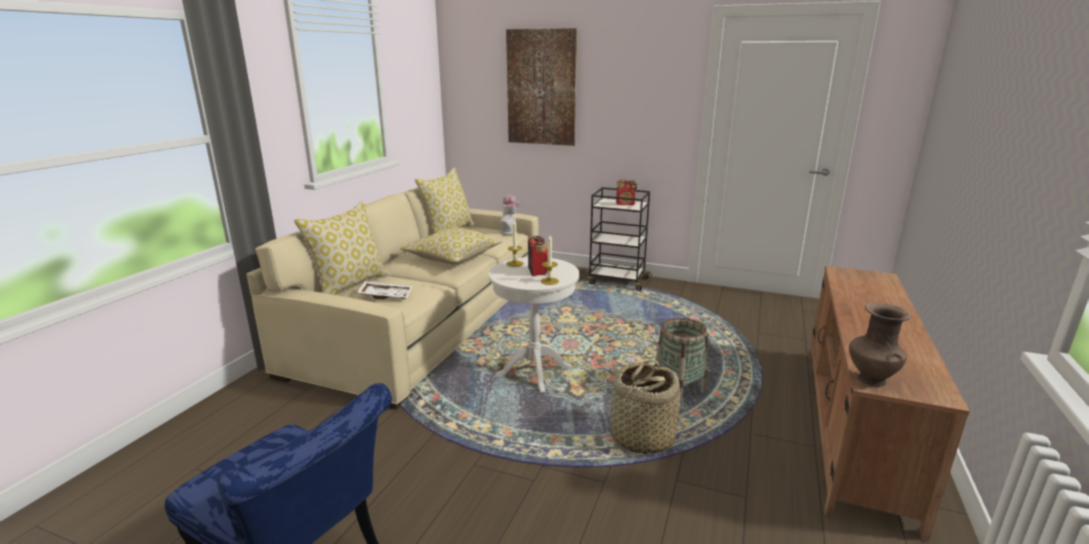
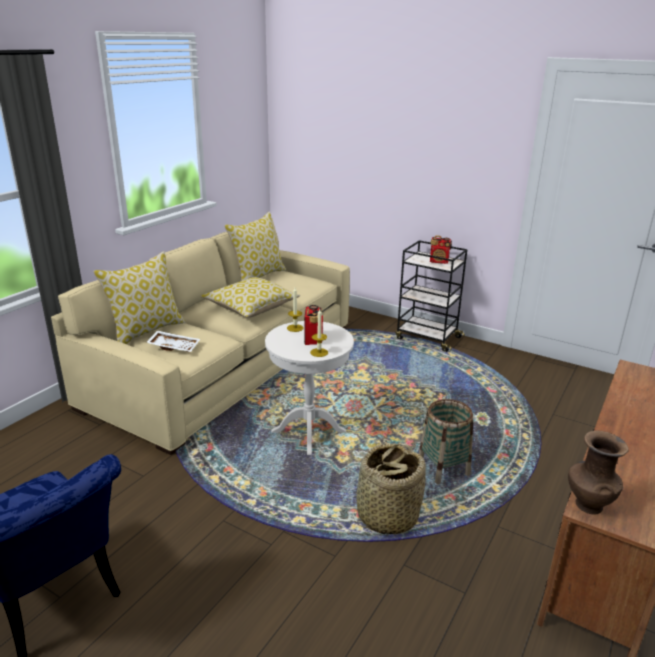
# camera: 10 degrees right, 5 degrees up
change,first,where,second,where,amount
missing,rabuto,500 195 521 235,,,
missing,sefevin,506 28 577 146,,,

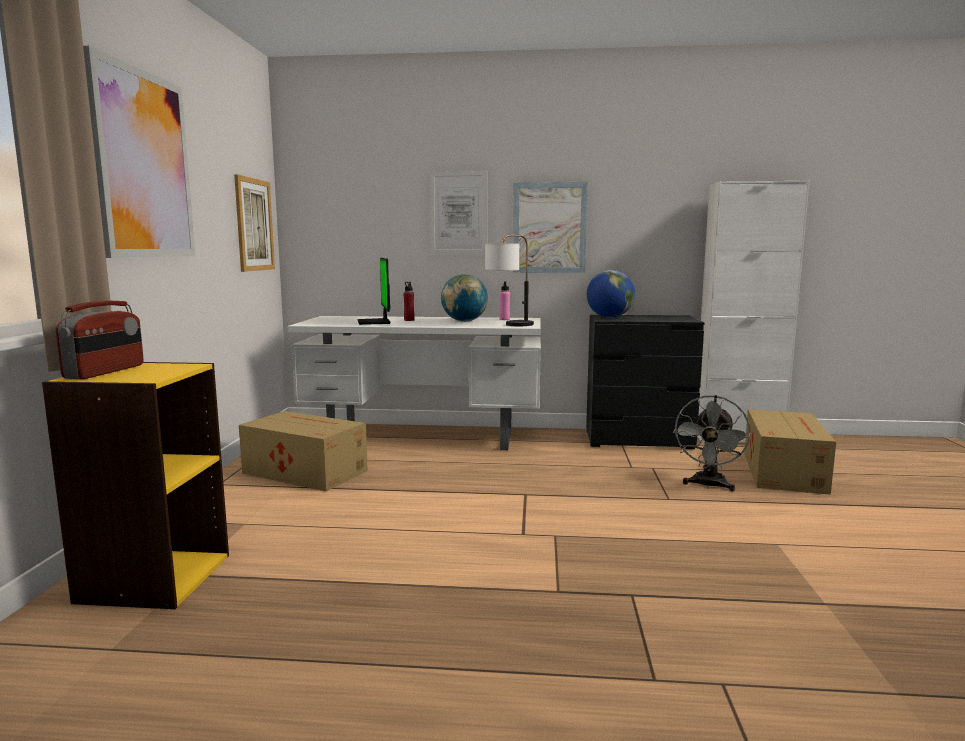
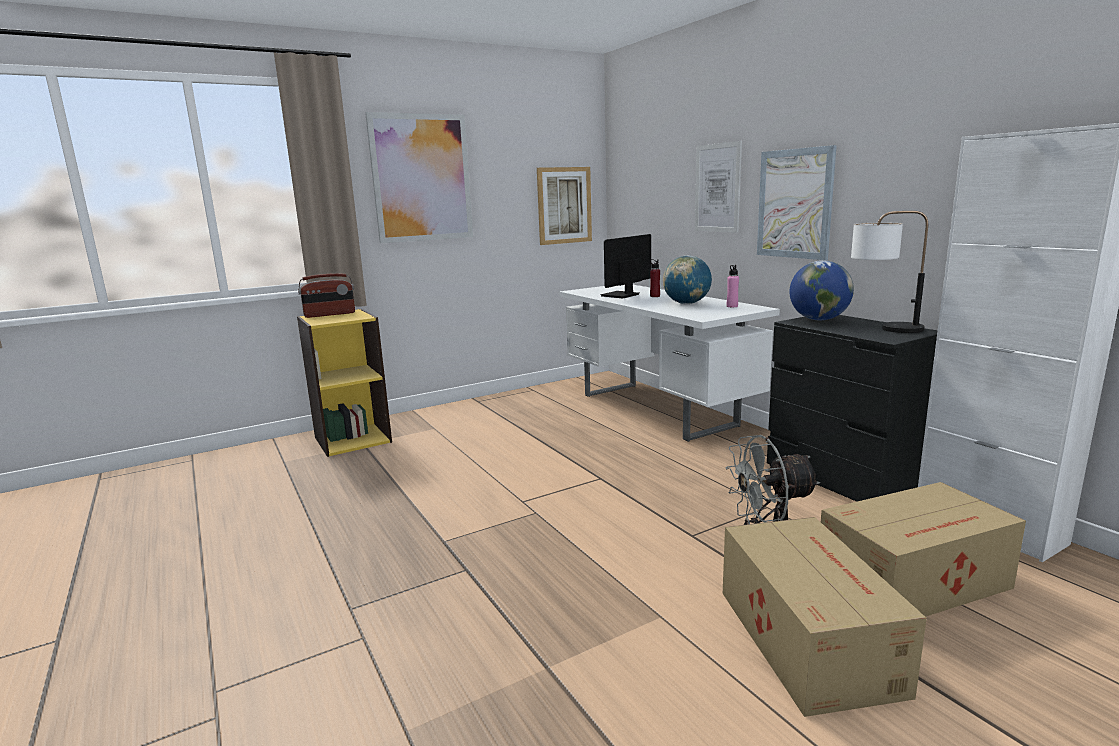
# camera: 55 degrees right, 5 degrees up
change,first,where,second,where,amount
relocated,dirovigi,239 411 368 491,,723 517 927 717,
relocated,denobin,485 234 534 326,,851 211 928 333,

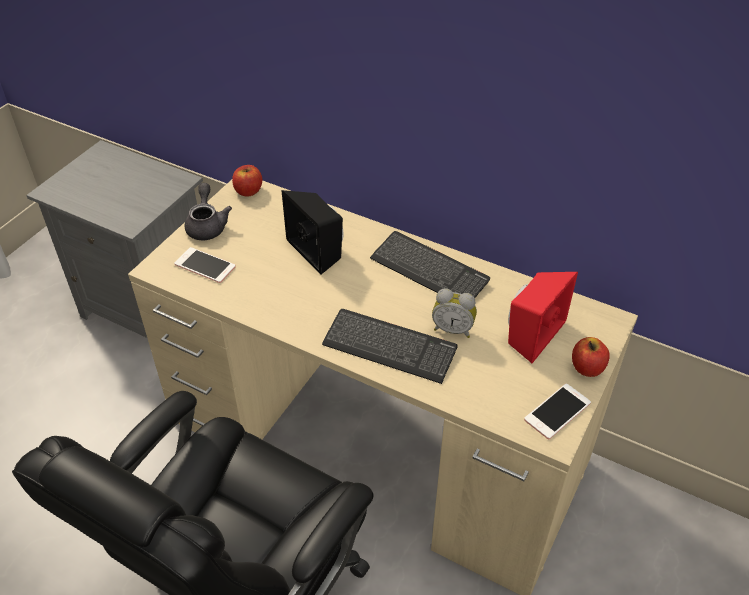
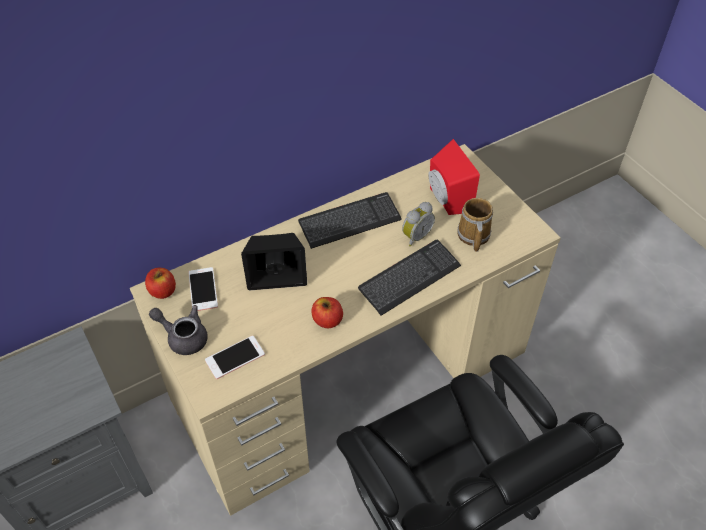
# camera: 60 degrees left, 5 degrees up
change,first,where,second,where,amount
appeared,,,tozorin,457 198 493 252,
relocated,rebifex,524 384 591 439,,188 267 218 311,
relocated,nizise,572 337 610 377,,311 297 343 328,

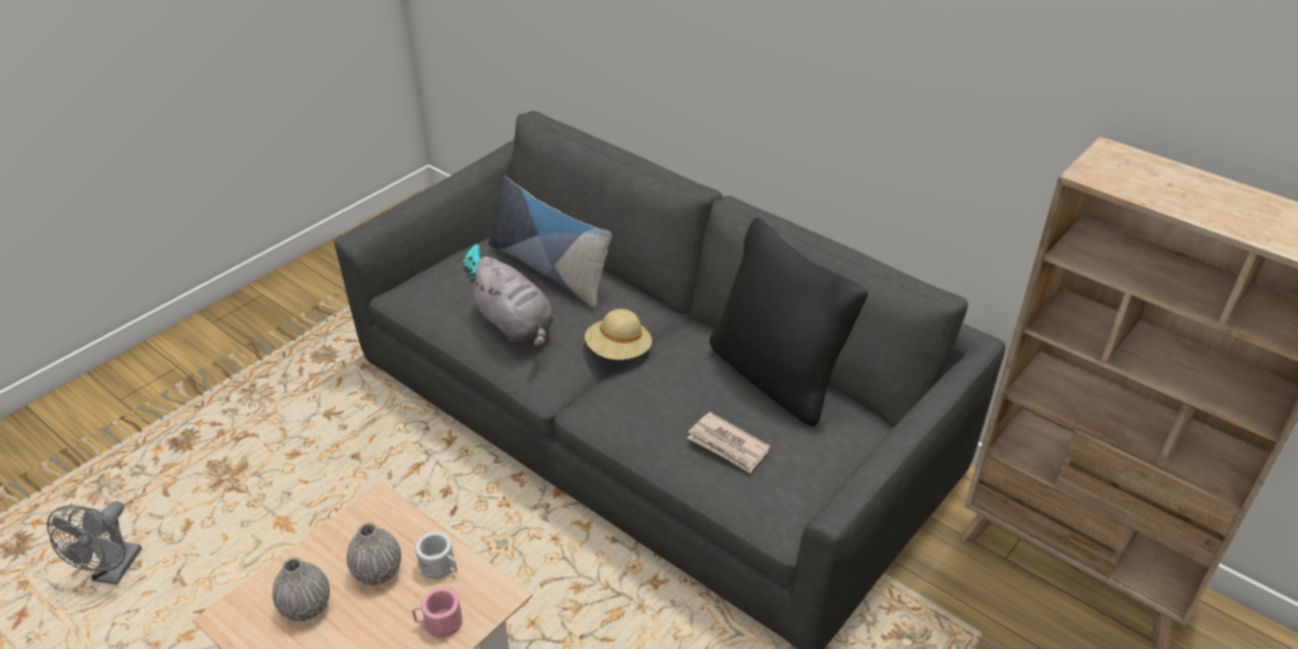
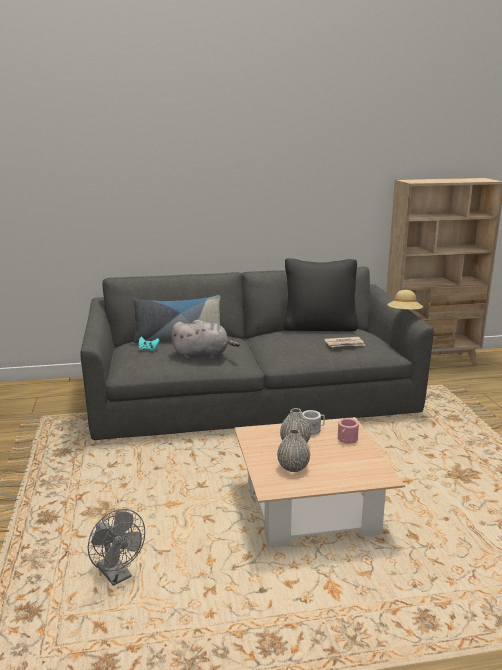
# camera: 50 degrees left, 20 degrees down
change,first,where,second,where,amount
relocated,beige_rabuto,585 309 652 360,,388 290 423 310,

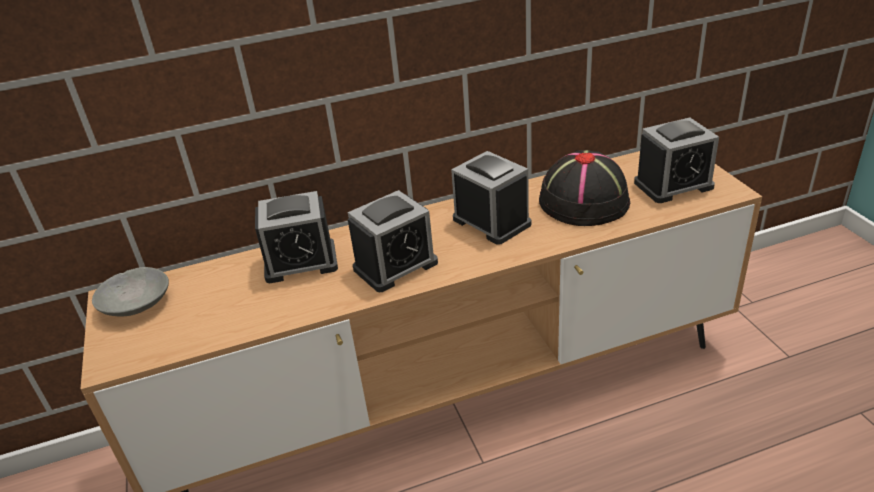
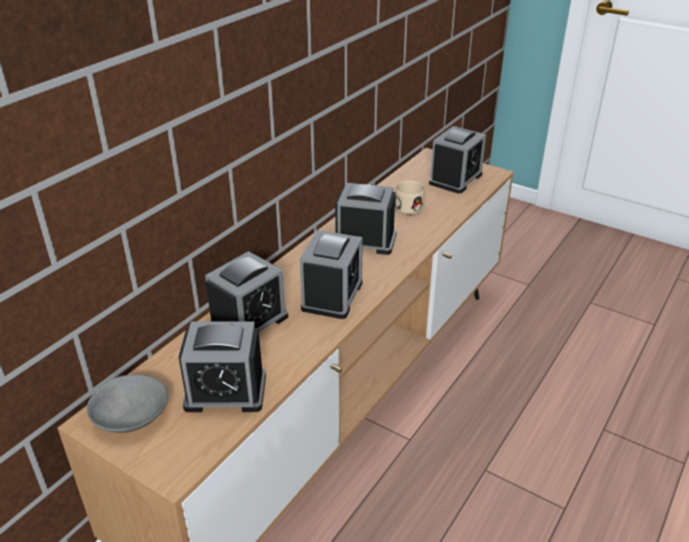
# camera: 40 degrees left, 0 degrees up
change,first,where,second,where,amount
appeared,,,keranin,179 321 266 412,
exchanged,black_rabuto,539 150 630 226,beige_tozorin,395 180 425 215,

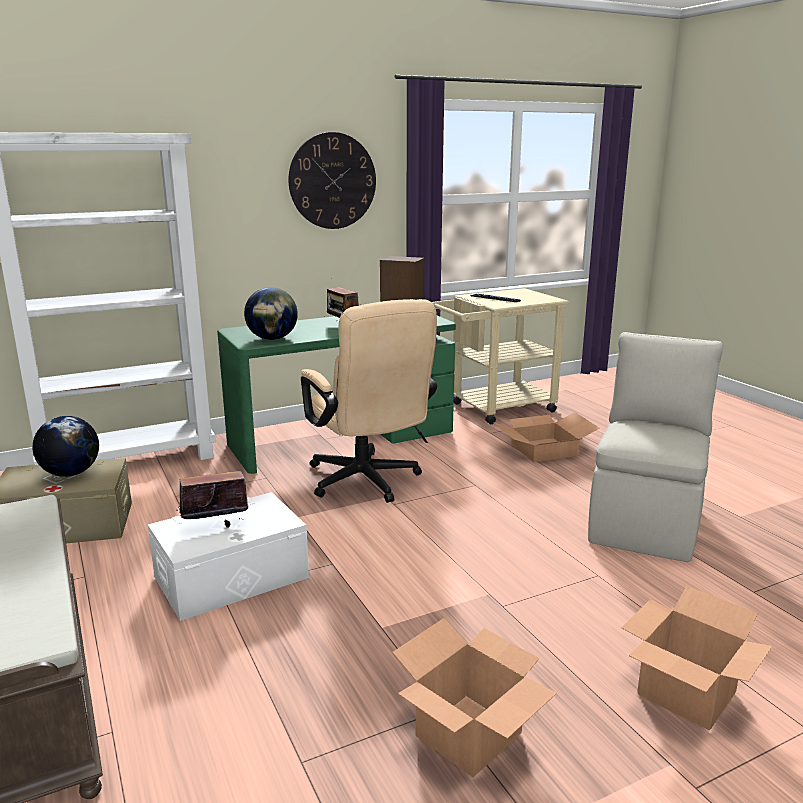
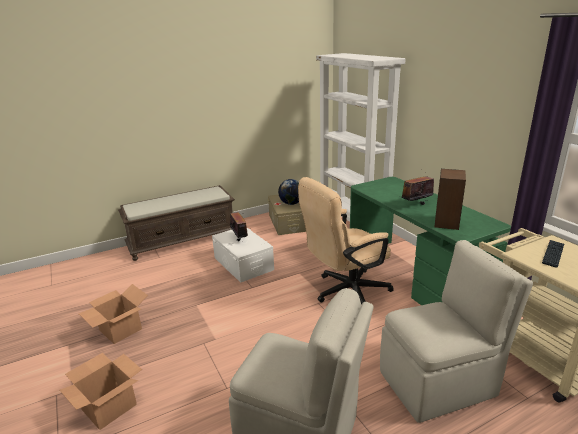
# camera: 90 degrees right, 5 degrees up
change,first,where,second,where,amount
missing,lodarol,244 287 298 340,,,
missing,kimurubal,288 132 376 229,,,
exchanged,dirovigi,493 412 599 462,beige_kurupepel,380 240 533 423,

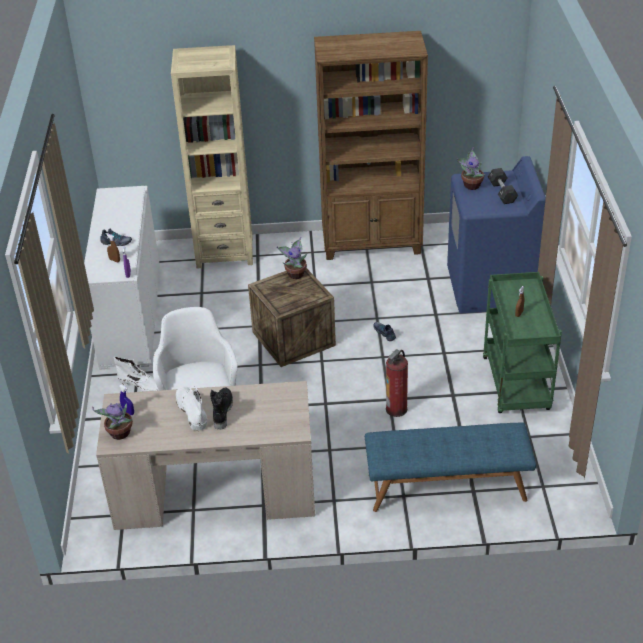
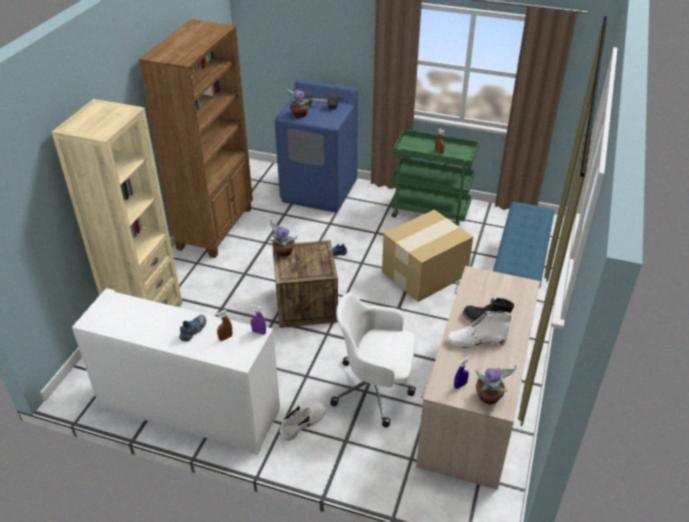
# camera: 70 degrees left, 0 degrees up
change,first,where,second,where,amount
exchanged,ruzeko,386 349 408 417,dirovigi,382 210 473 302,

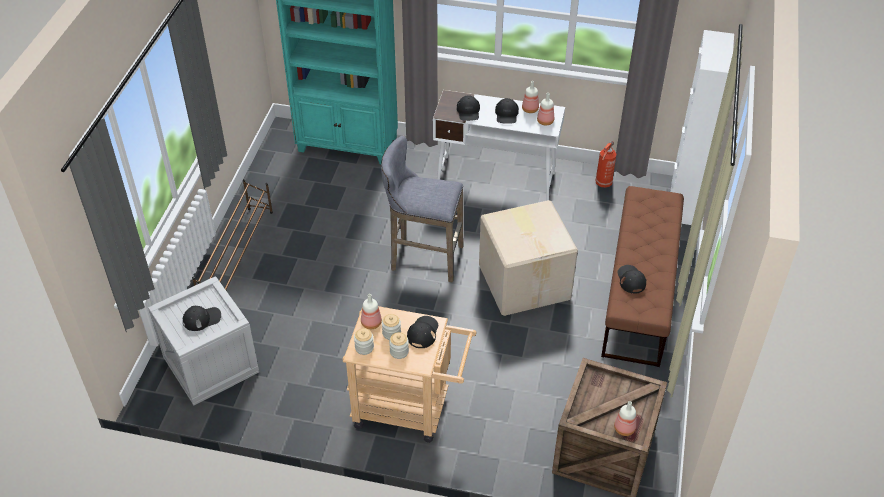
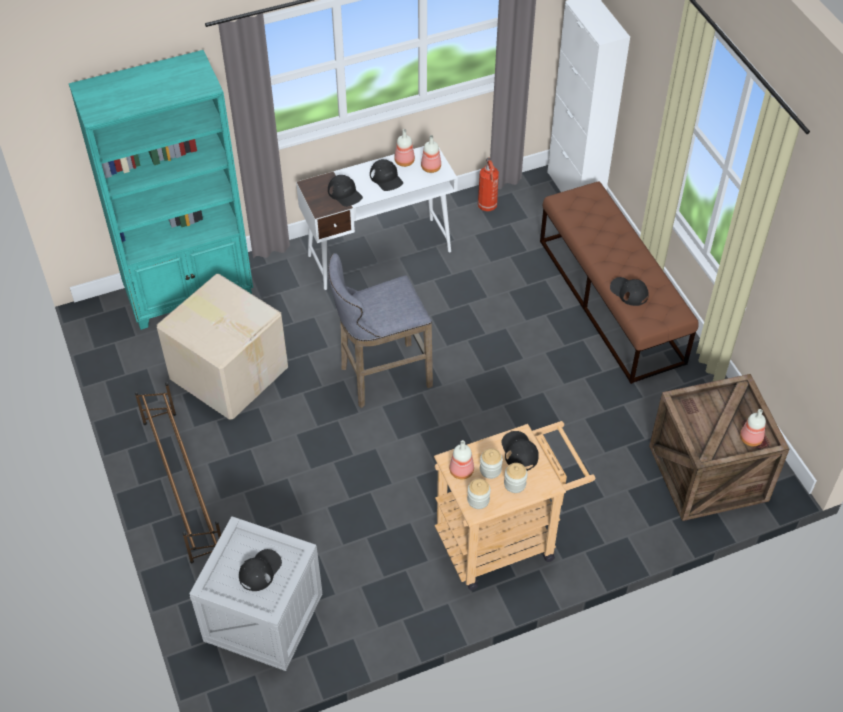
# camera: 35 degrees left, 5 degrees up
change,first,where,second,where,amount
relocated,dirovigi,479 200 578 316,,157 274 288 420,

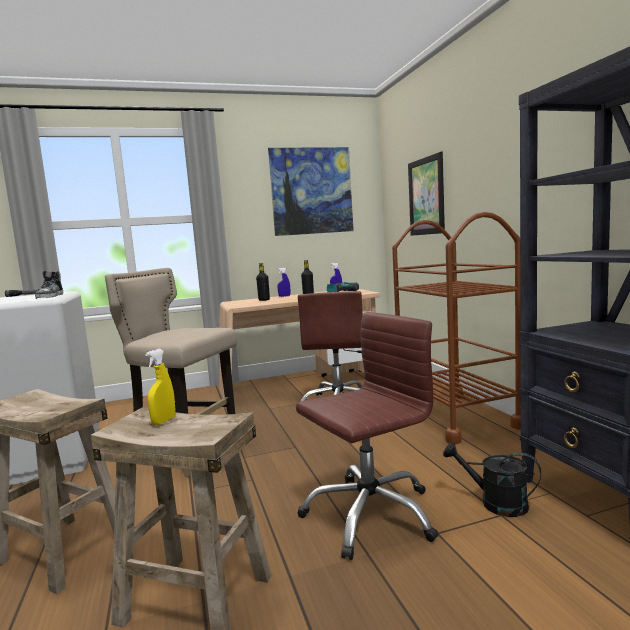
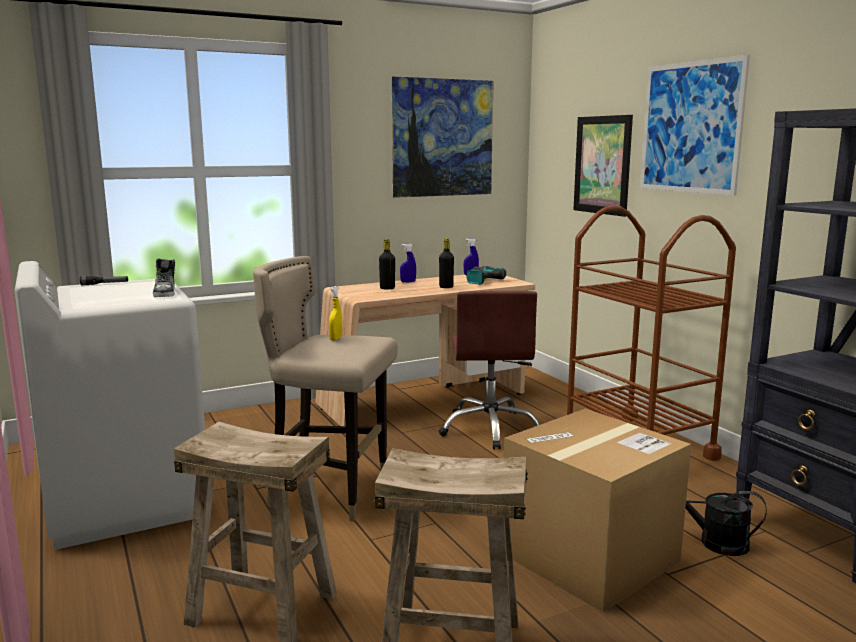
# camera: 10 degrees left, 5 degrees up
change,first,where,second,where,amount
appeared,,,sefevin,640 55 750 196,
relocated,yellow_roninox,145 349 175 425,,329 286 342 341,
exchanged,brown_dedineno,296 312 438 560,dirovigi,504 409 691 612,

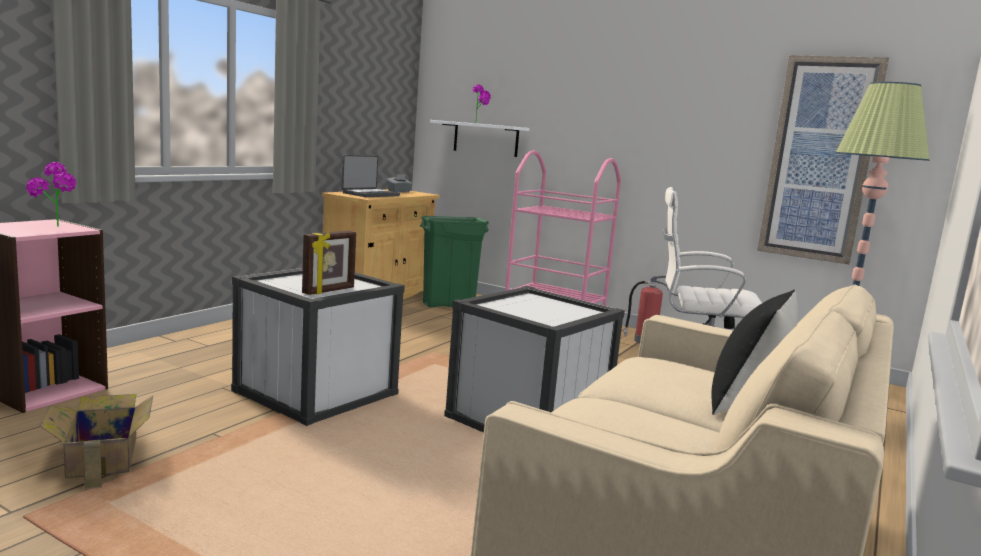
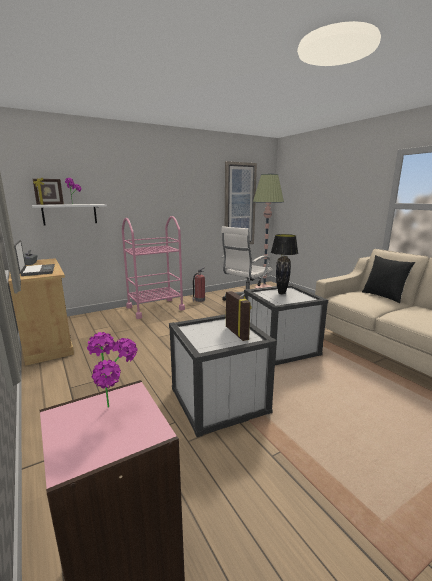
# camera: 60 degrees left, 5 degrees up
change,first,where,second,where,amount
missing,dirovigi,39 394 153 491,,,
missing,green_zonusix,420 216 489 307,,,
appeared,,,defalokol,33 178 64 205,
appeared,,,black_denobin,271 234 298 294,

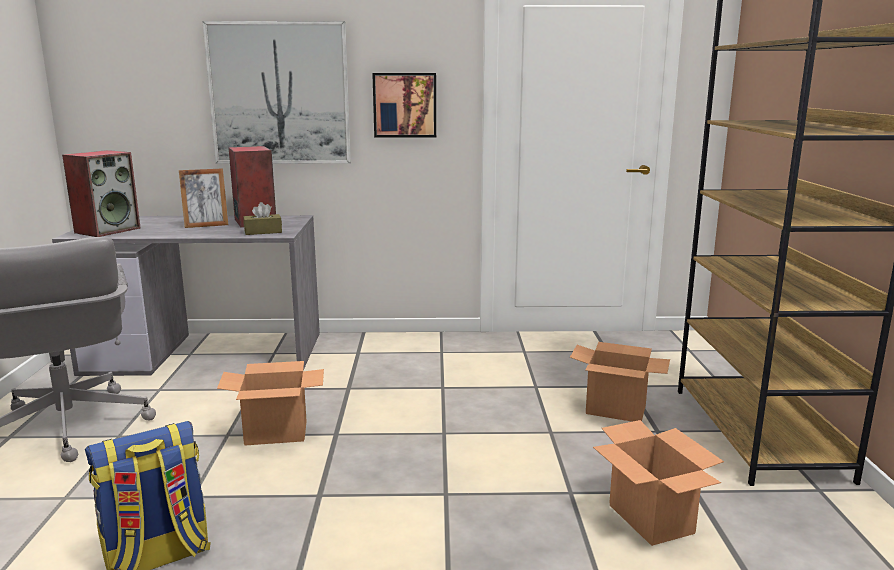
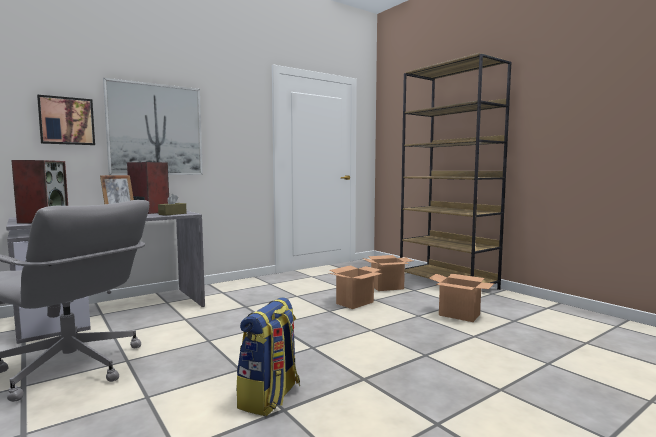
# camera: 35 degrees left, 10 degrees down
change,first,where,second,where,amount
relocated,dirovigi,217 361 324 445,,329 265 382 309,
relocated,sefevin,372 73 436 138,,37 95 95 145,

